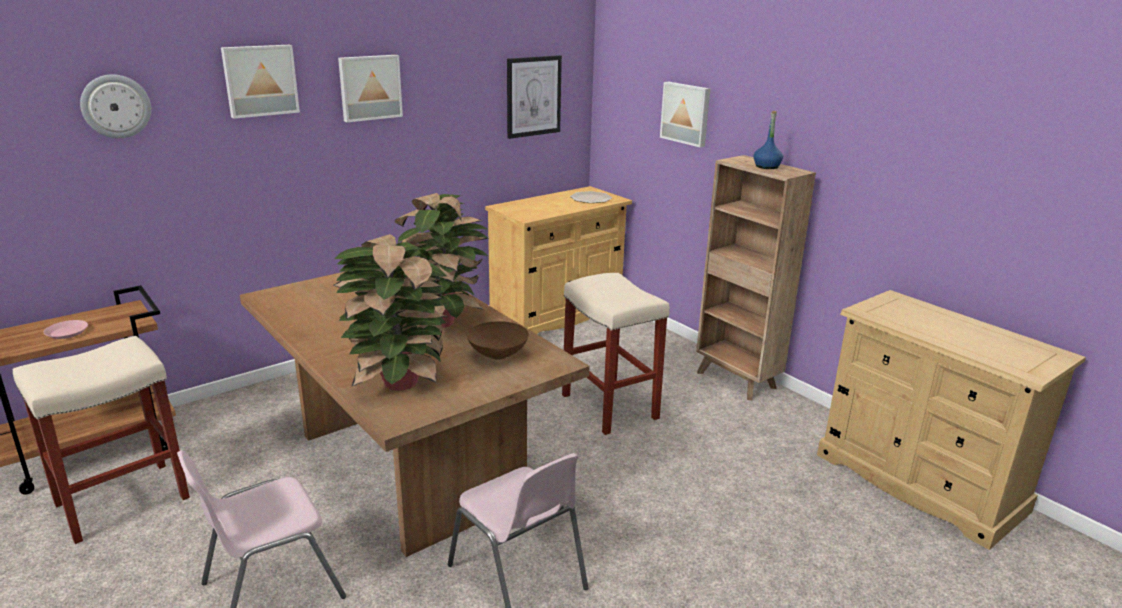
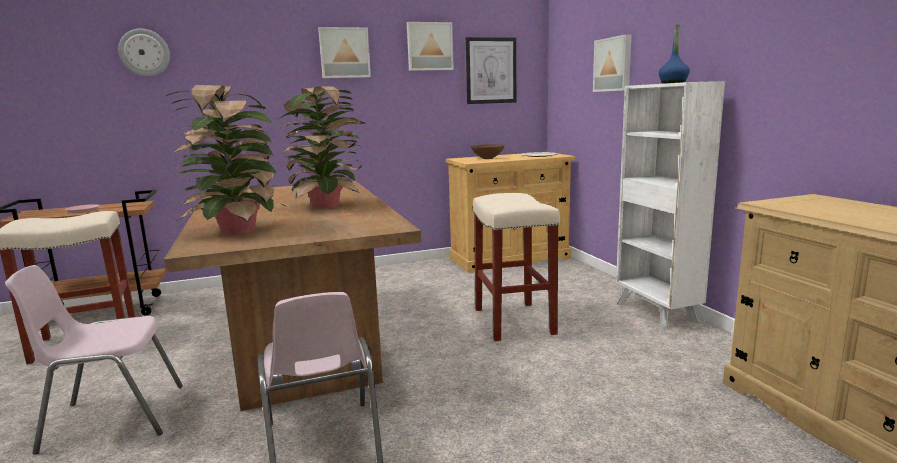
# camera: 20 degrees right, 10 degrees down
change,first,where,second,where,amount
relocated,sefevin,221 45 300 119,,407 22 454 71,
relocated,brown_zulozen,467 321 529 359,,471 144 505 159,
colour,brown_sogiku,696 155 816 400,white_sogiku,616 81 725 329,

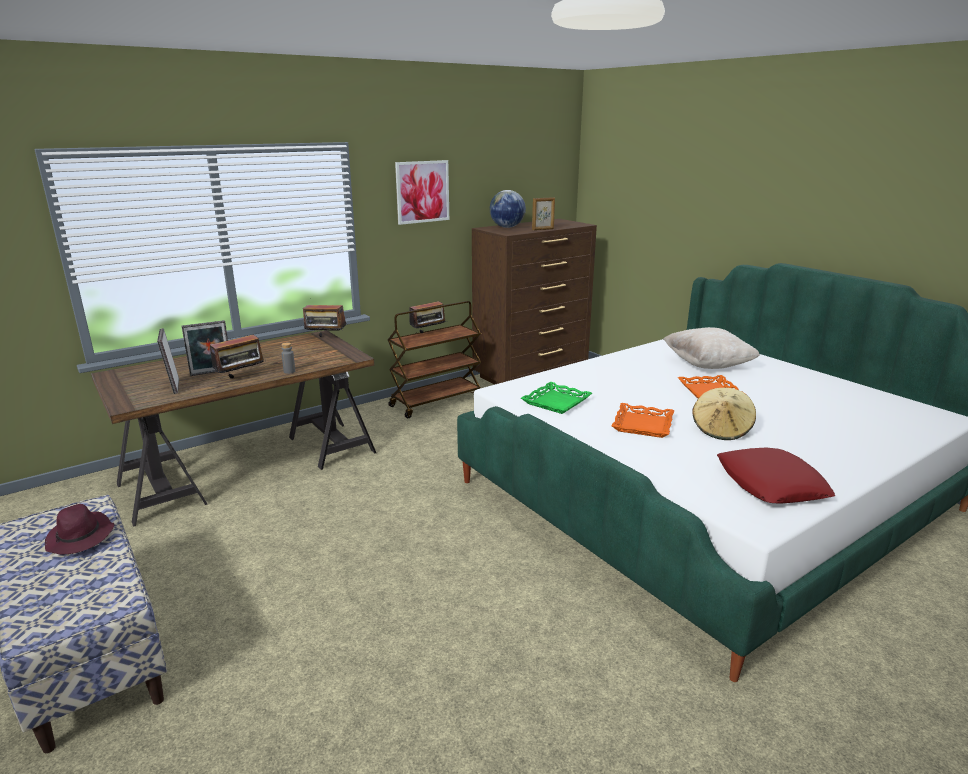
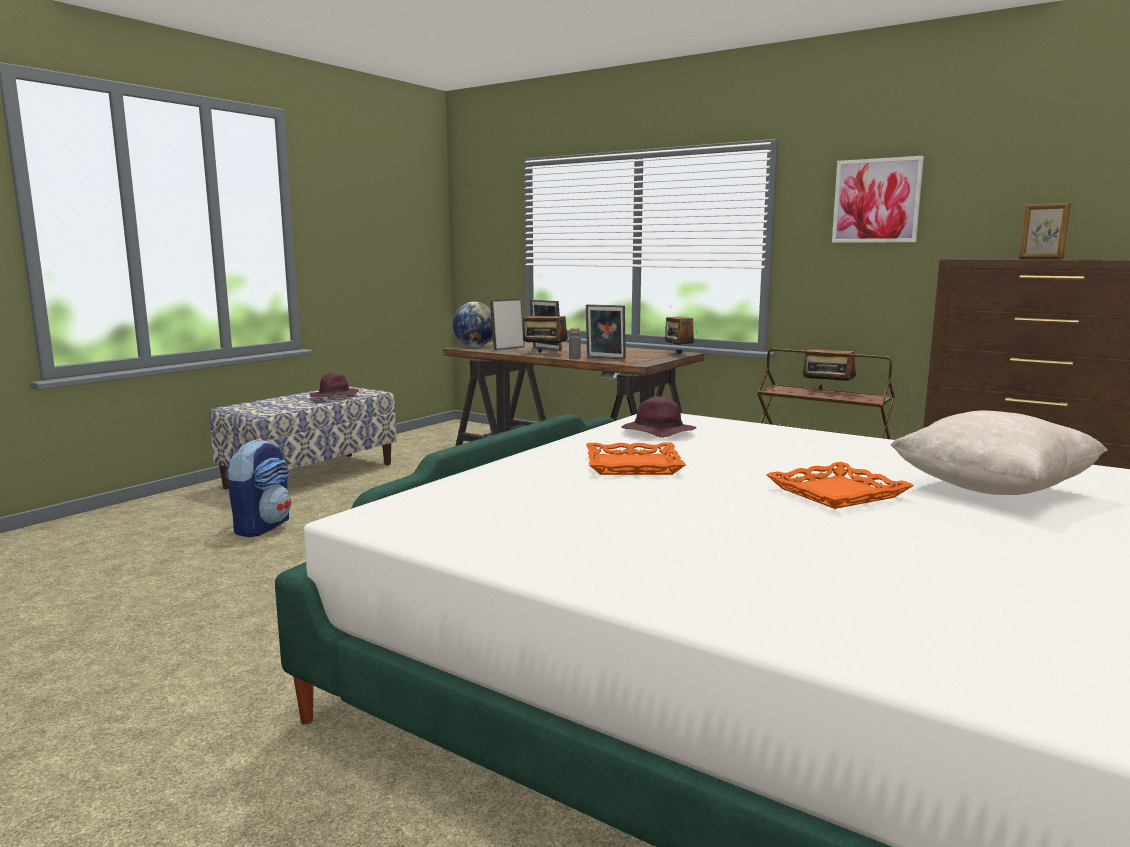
# camera: 70 degrees right, 10 degrees down
change,first,where,second,where,amount
missing,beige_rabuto,692 387 756 440,,,
missing,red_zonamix,717 448 835 504,,,
appeared,,,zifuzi,225 439 291 537,
appeared,,,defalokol,586 304 626 359,
relocated,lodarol,490 190 526 228,,452 302 493 347,
exchanged,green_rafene,521 382 592 414,purple_rabuto,621 396 696 438,

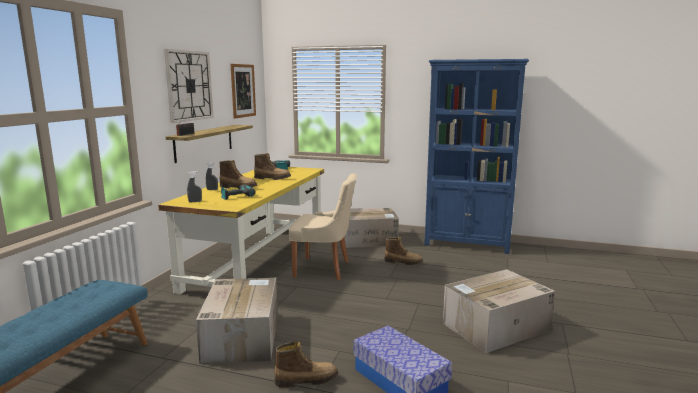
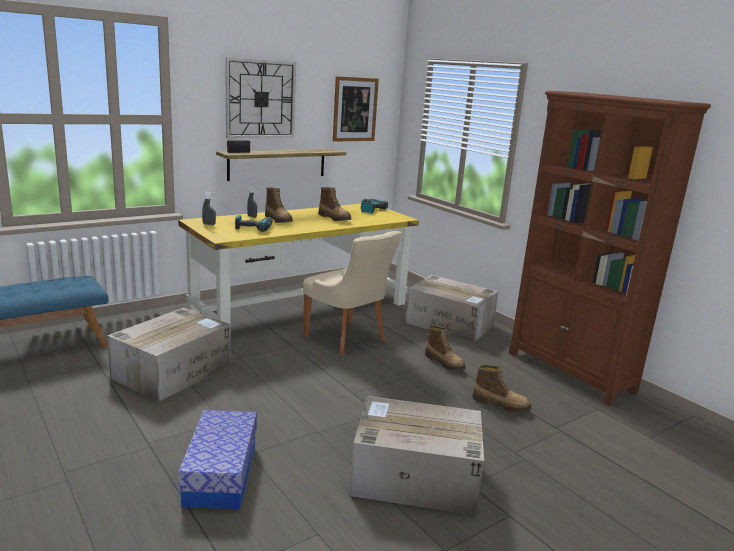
# camera: 35 degrees right, 5 degrees up
change,first,where,second,where,amount
relocated,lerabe,275 341 338 388,,472 365 532 413,
colour,blue_sogiku,424 59 529 254,brown_sogiku,509 91 711 406,

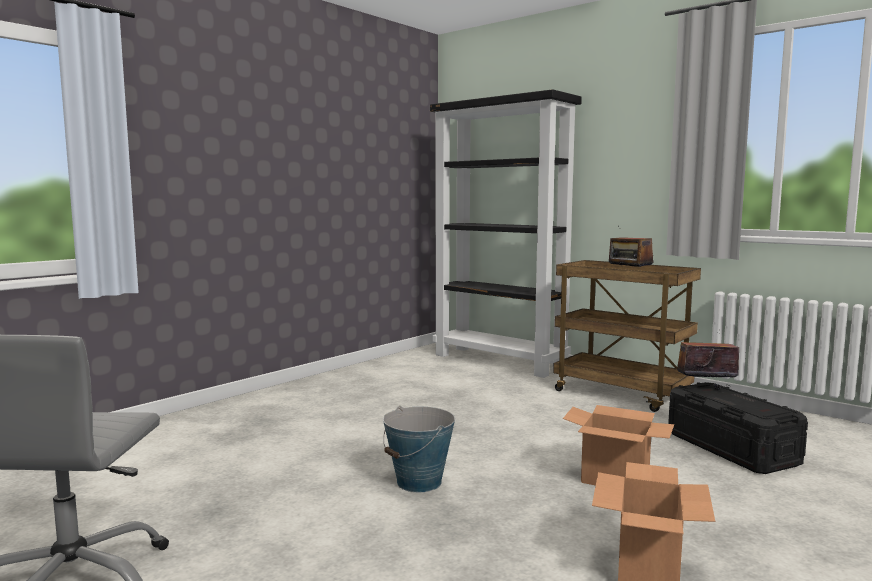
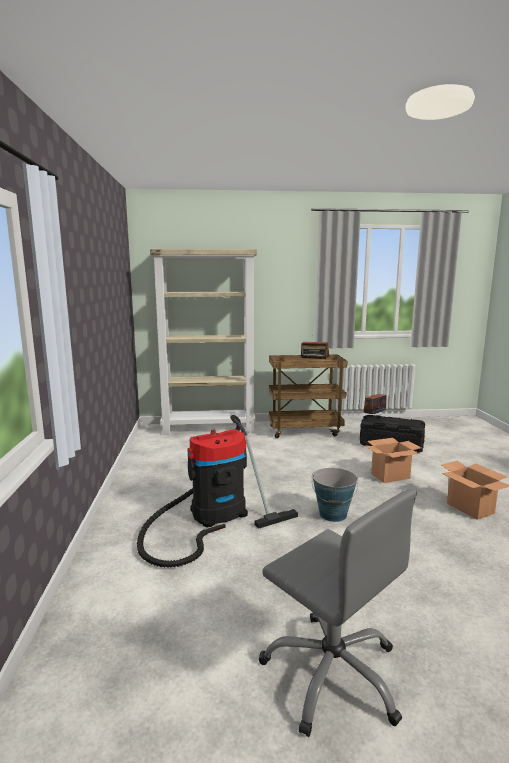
# camera: 45 degrees left, 5 degrees up
change,first,where,second,where,amount
appeared,,,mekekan,137 415 298 568,
colour,black_sogiku,430 89 582 378,beige_sogiku,150 249 257 435,

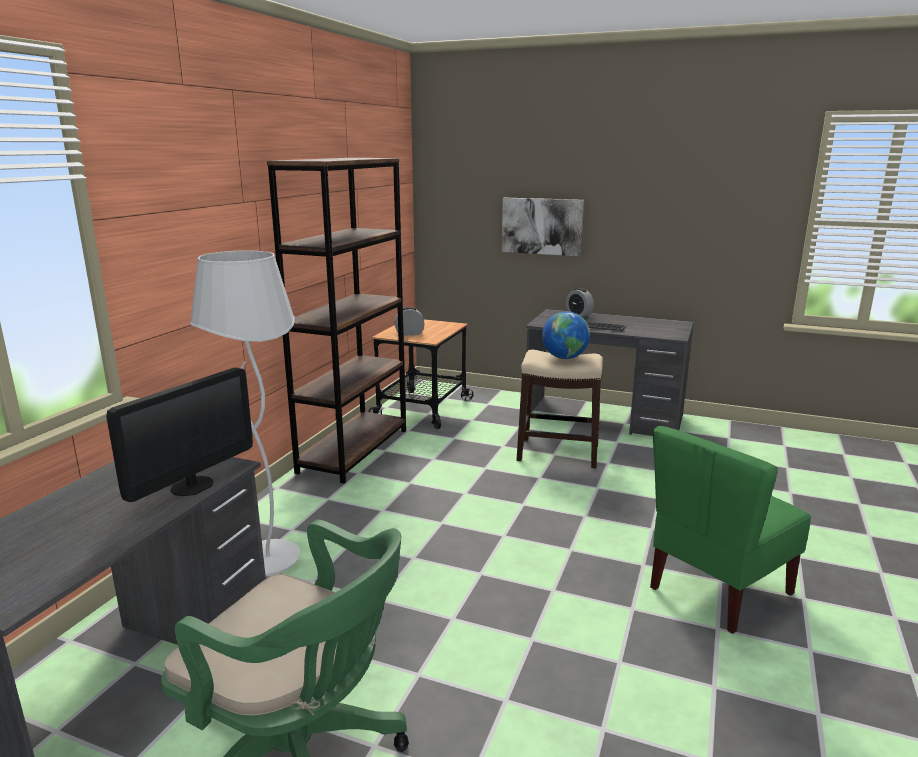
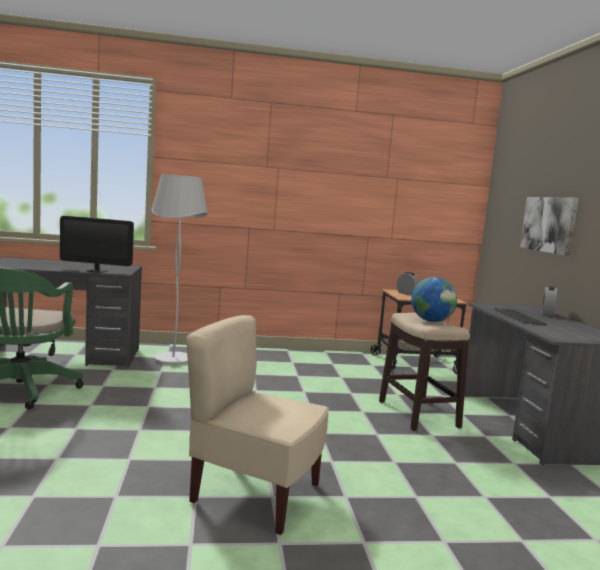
# camera: 60 degrees right, 10 degrees down
change,first,where,second,where,amount
missing,brown_sogiku,267 158 406 484,,,
colour,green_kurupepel,650 426 811 634,beige_kurupepel,186 315 329 535,

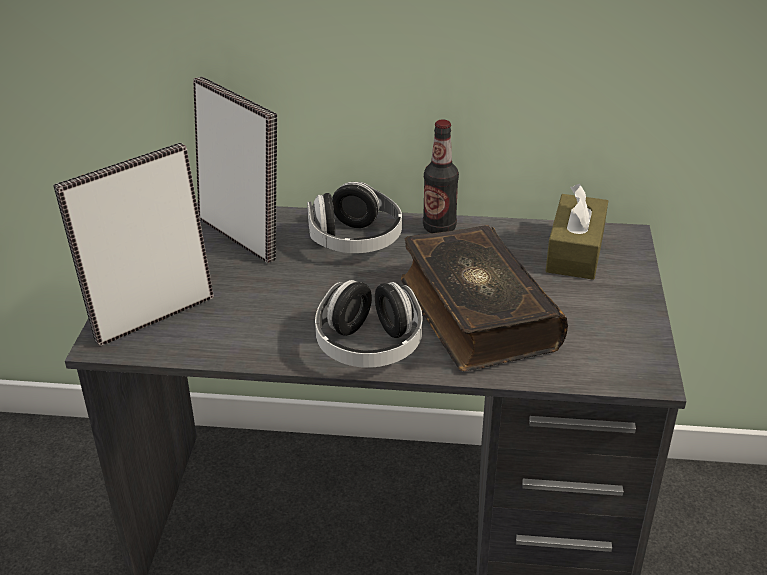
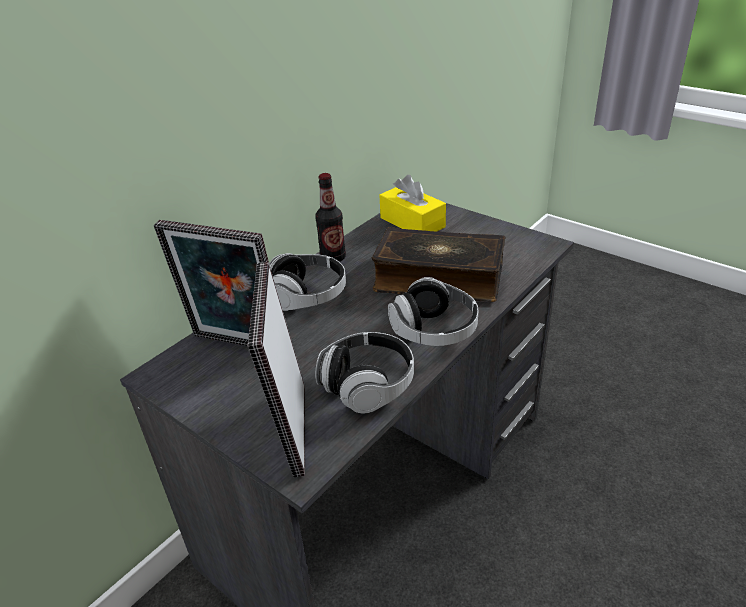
# camera: 55 degrees left, 0 degrees up
change,first,where,second,where,amount
appeared,,,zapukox,315 332 414 413,
colour,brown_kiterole,546 184 608 280,yellow_kiterole,379 175 446 232,
spun,defalokol,193 77 277 263,,154 220 269 346,150 degrees counterclockwise

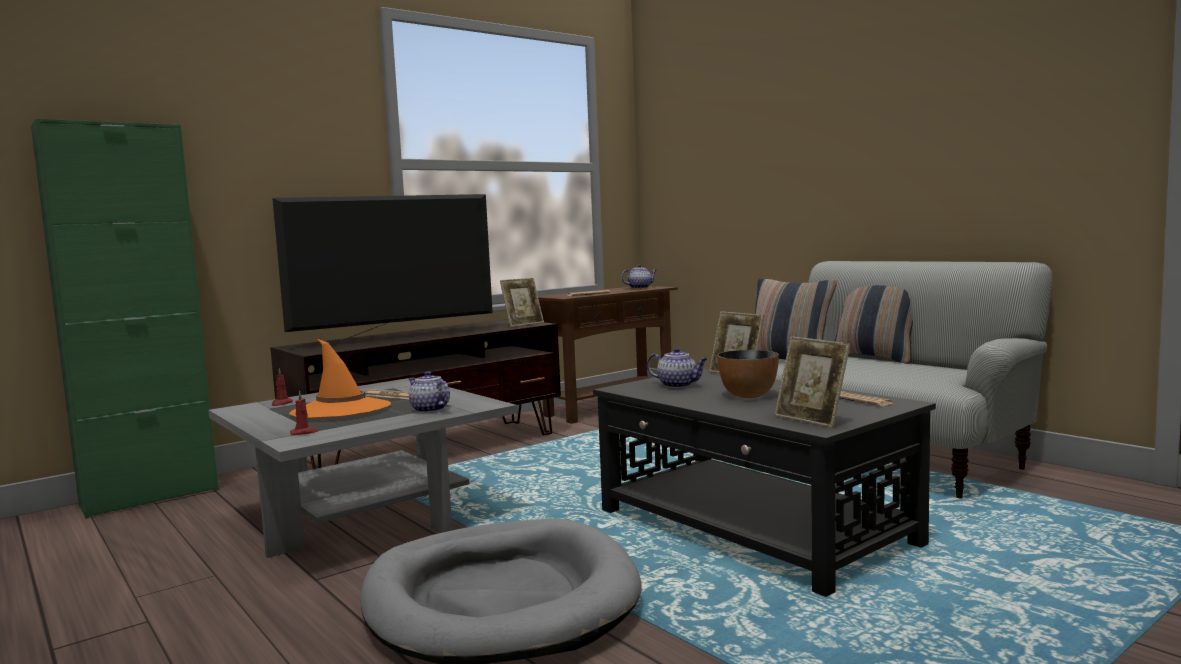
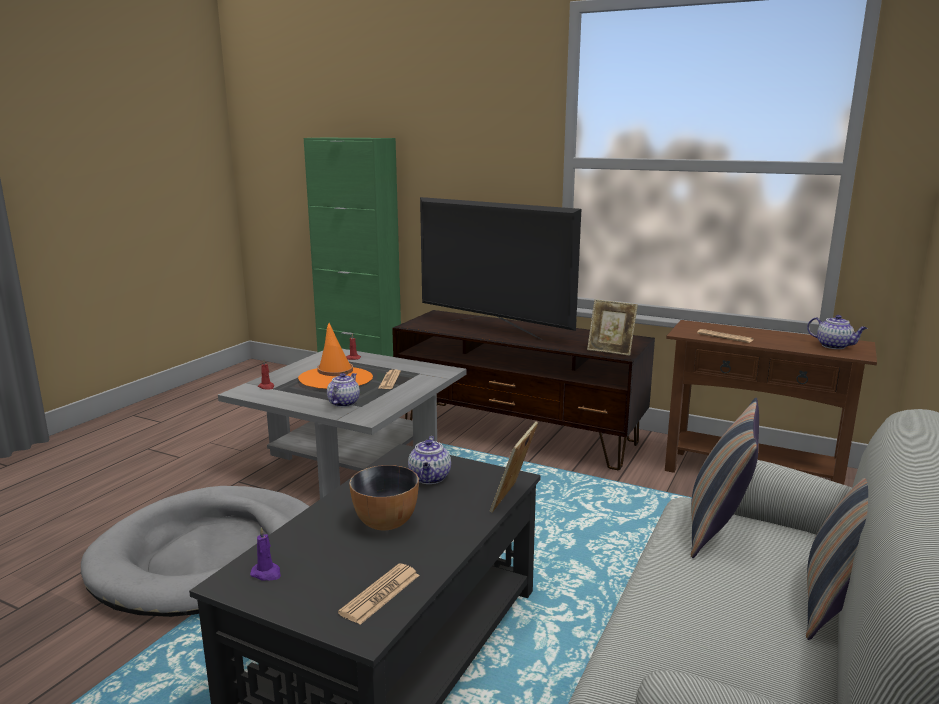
# camera: 65 degrees right, 10 degrees up
change,first,where,second,where,amount
exchanged,defalokol,774 336 850 428,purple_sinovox,250 527 281 581,

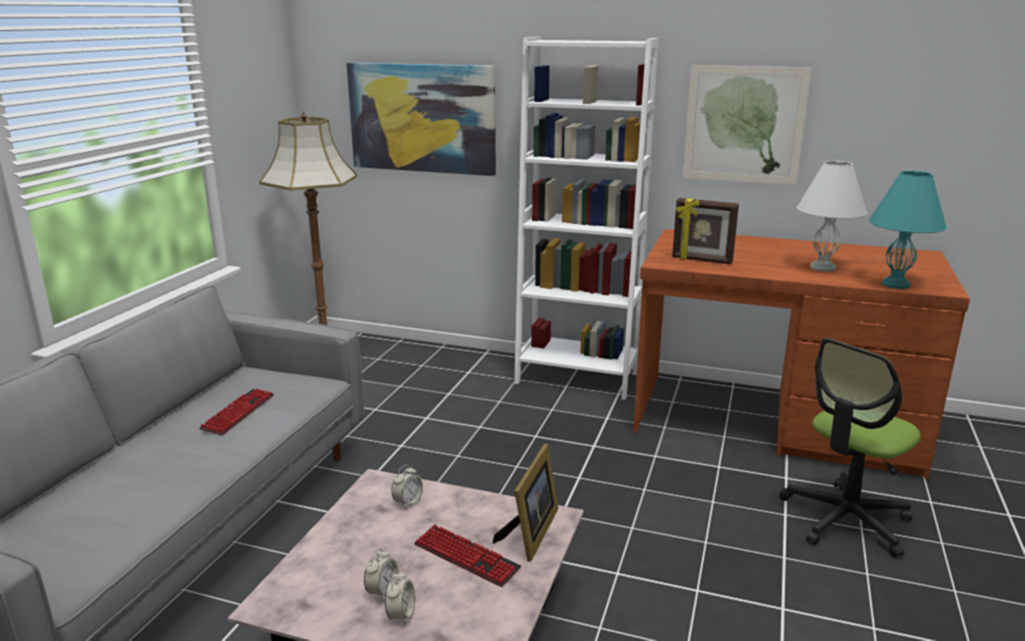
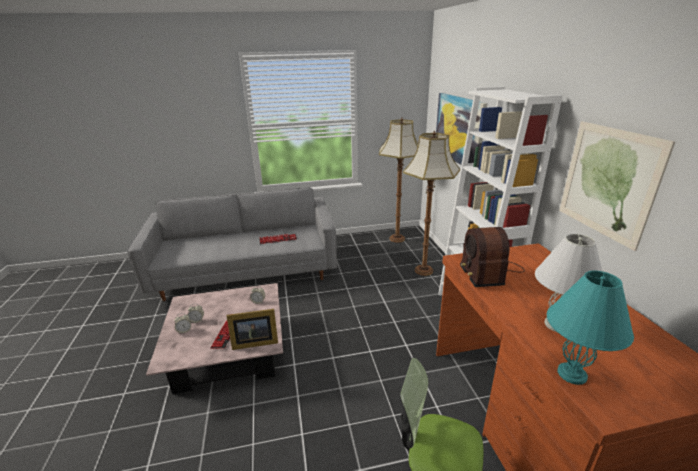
# camera: 60 degrees right, 5 degrees up
change,first,where,second,where,amount
appeared,,,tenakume,403 130 460 276,
exchanged,defalokol,672 198 739 264,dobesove,460 227 525 287,

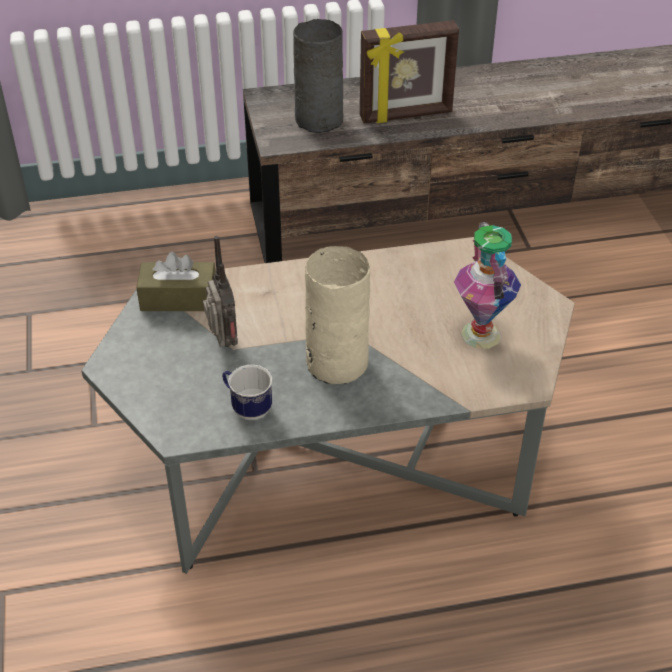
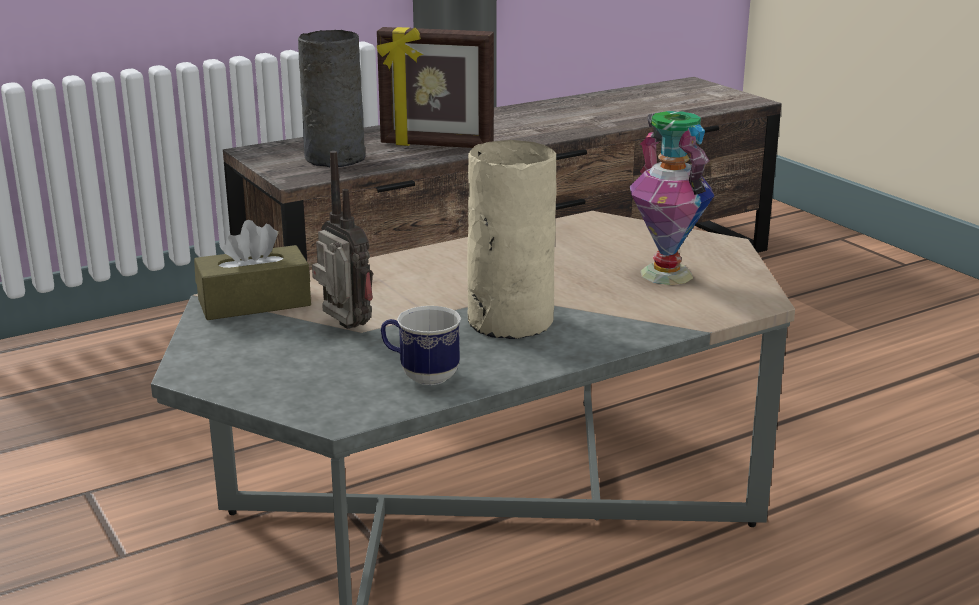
# camera: 20 degrees left, 20 degrees down
change,first,where,second,where,amount
spun,defalokol,360 20 459 123,,377 27 494 148,45 degrees clockwise

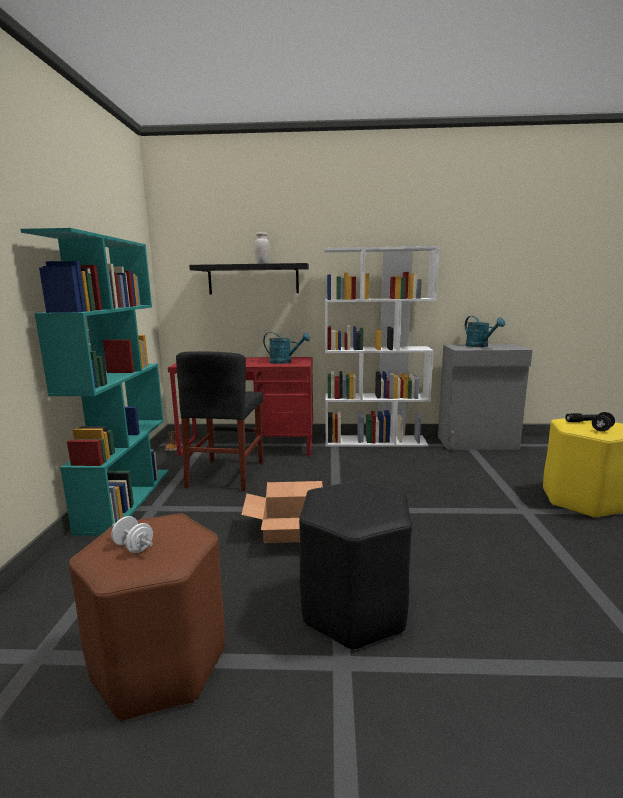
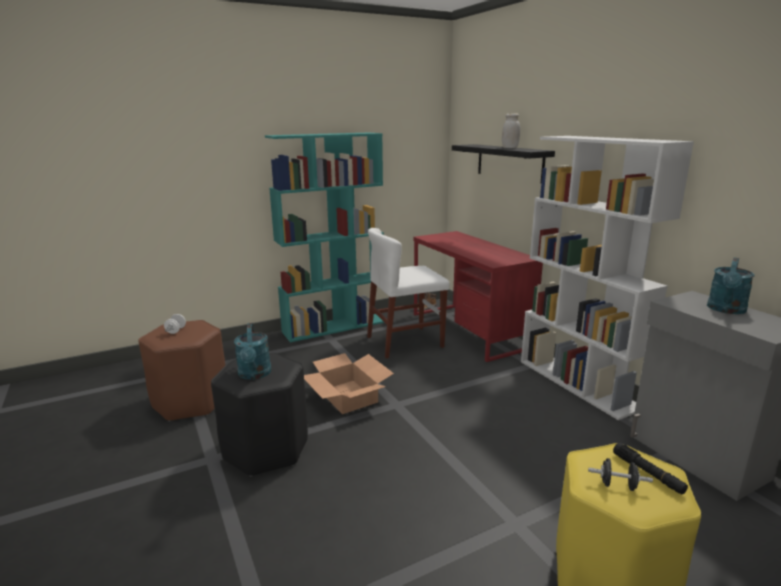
# camera: 60 degrees right, 5 degrees up
change,first,where,second,where,amount
relocated,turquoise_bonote,263 332 310 364,,234 323 271 380,
colour,black_kurupepel,176 351 264 491,white_kurupepel,367 228 450 359,

